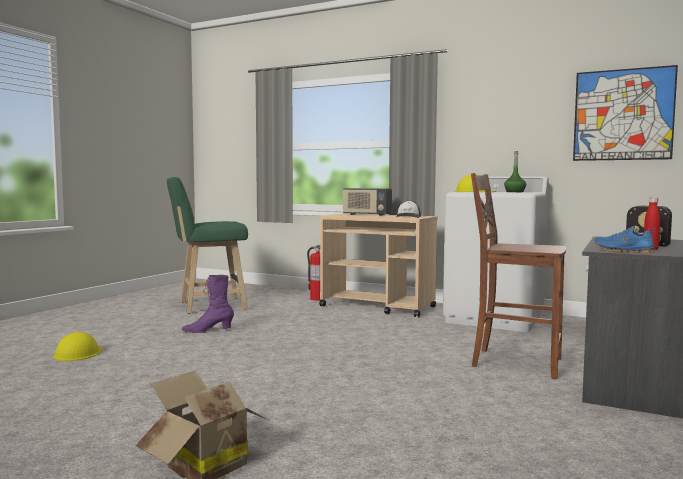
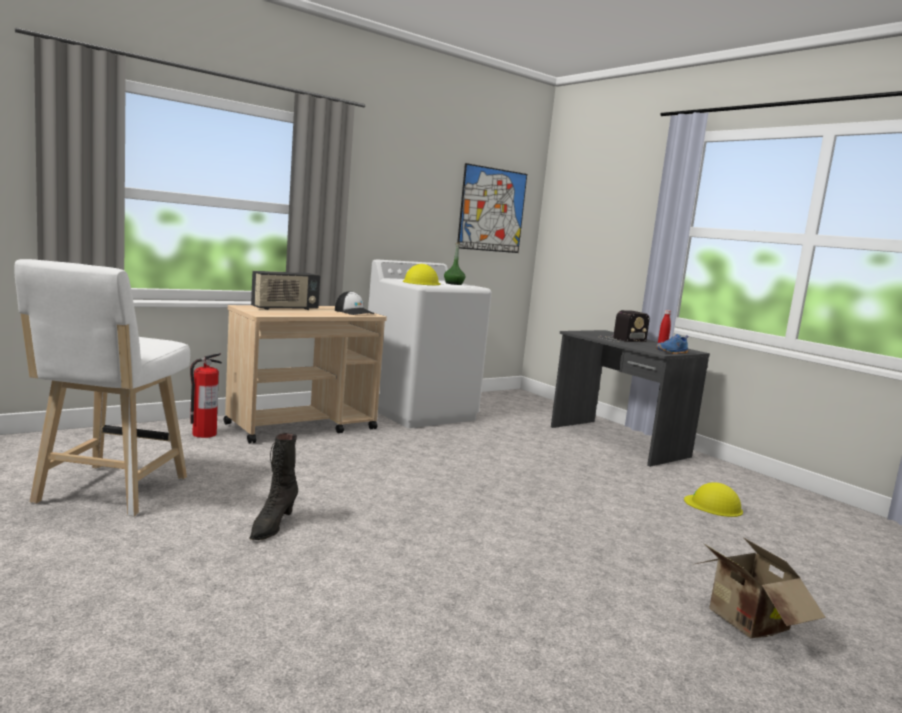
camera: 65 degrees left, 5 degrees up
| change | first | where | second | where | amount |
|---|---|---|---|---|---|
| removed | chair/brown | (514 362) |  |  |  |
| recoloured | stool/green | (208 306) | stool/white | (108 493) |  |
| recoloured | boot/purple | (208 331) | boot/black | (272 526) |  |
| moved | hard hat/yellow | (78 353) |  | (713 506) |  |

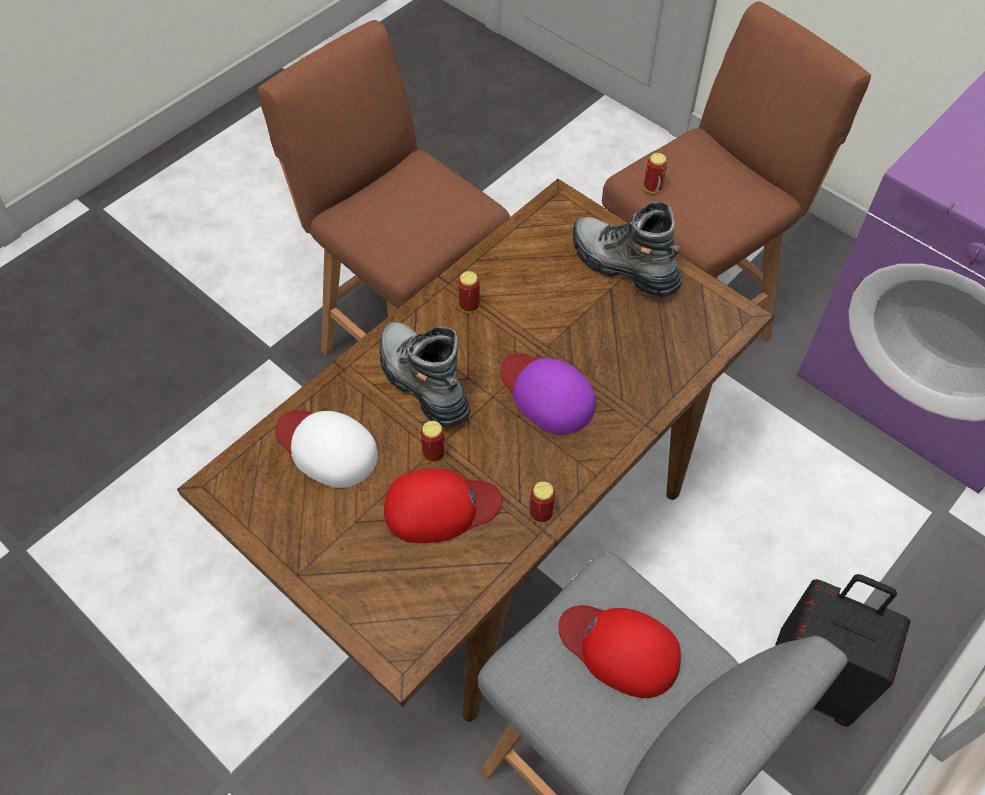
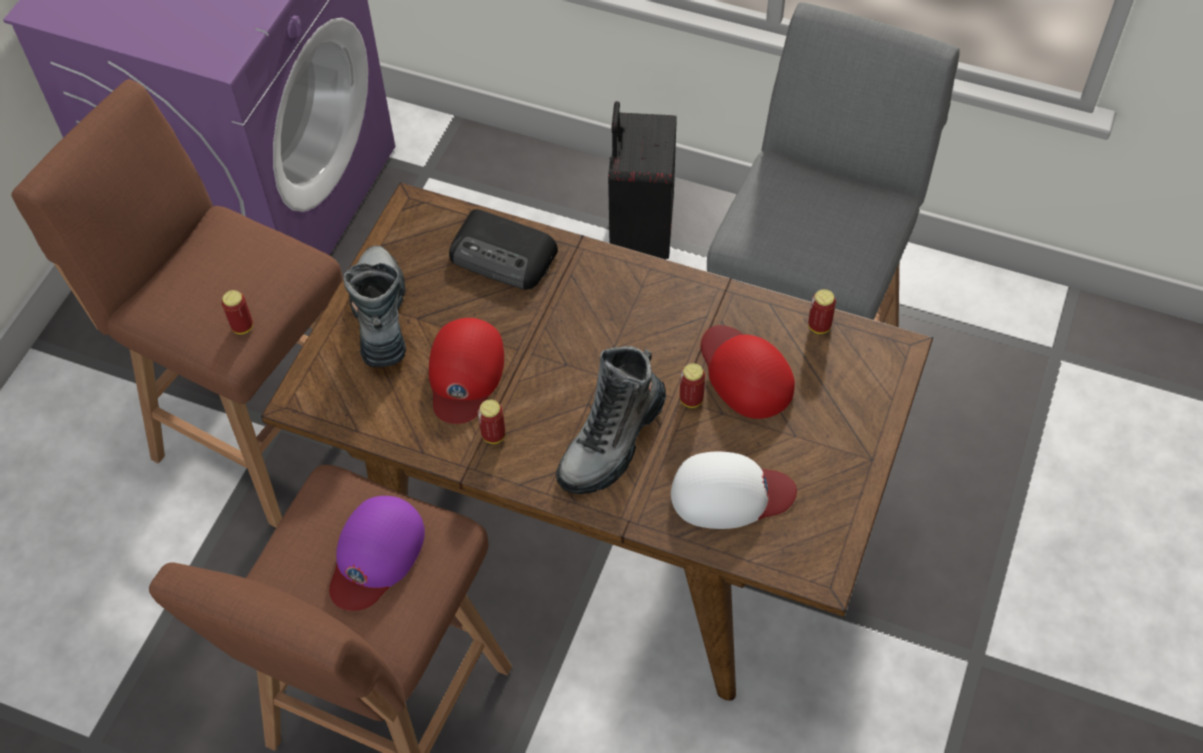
camera: 110 degrees left, 0 degrees up
| change | first | where | second | where | amount |
|---|---|---|---|---|---|
| turned | boot | (623 266) |  | (381 315) | 150 degrees clockwise |
| moved | cap/purple | (546 394) |  | (376 555) |  |
| turned | cap/white | (327 448) |  | (730 494) | 105 degrees counterclockwise |
| moved | can | (541 514) |  | (819 326) |  |
| moved | cap/red | (620 649) |  | (465 373) |  |
| added |  |  | radio | (504 256) |  |

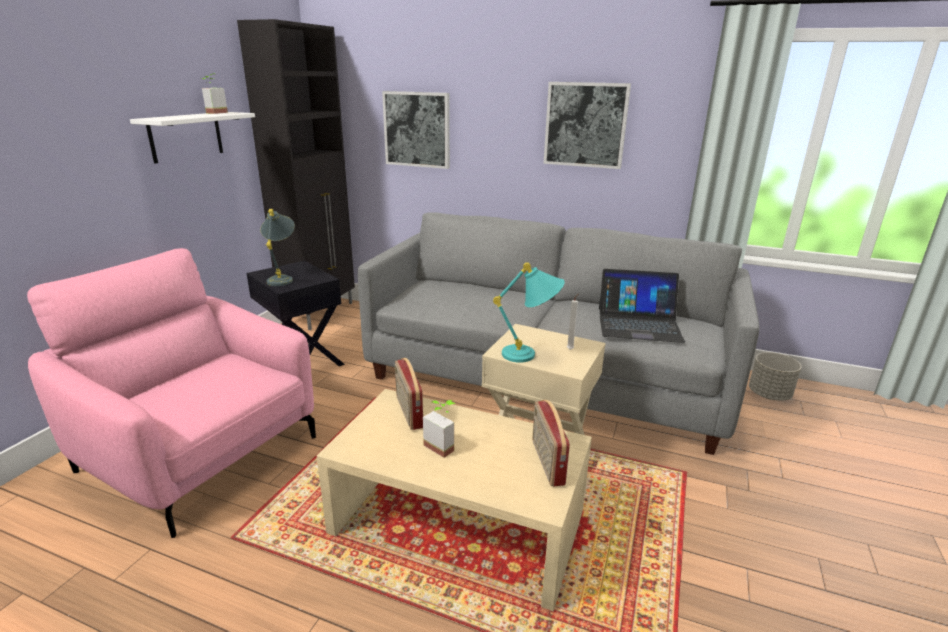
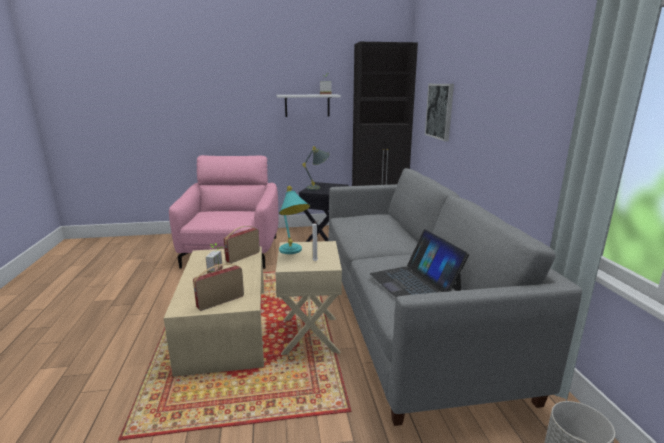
camera: 60 degrees right, 5 degrees down
| change | first | where | second | where | amount |
|---|---|---|---|---|---|
| removed | picture | (585 125) |  |  |  |

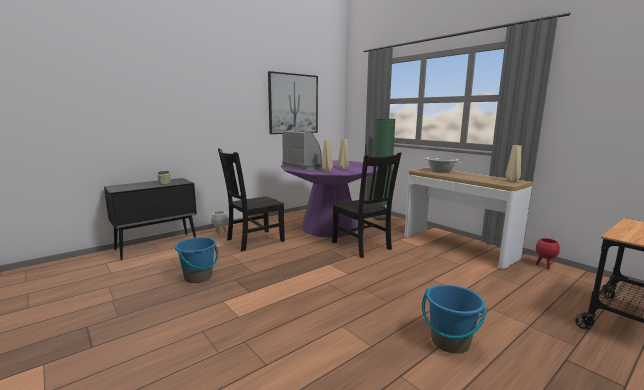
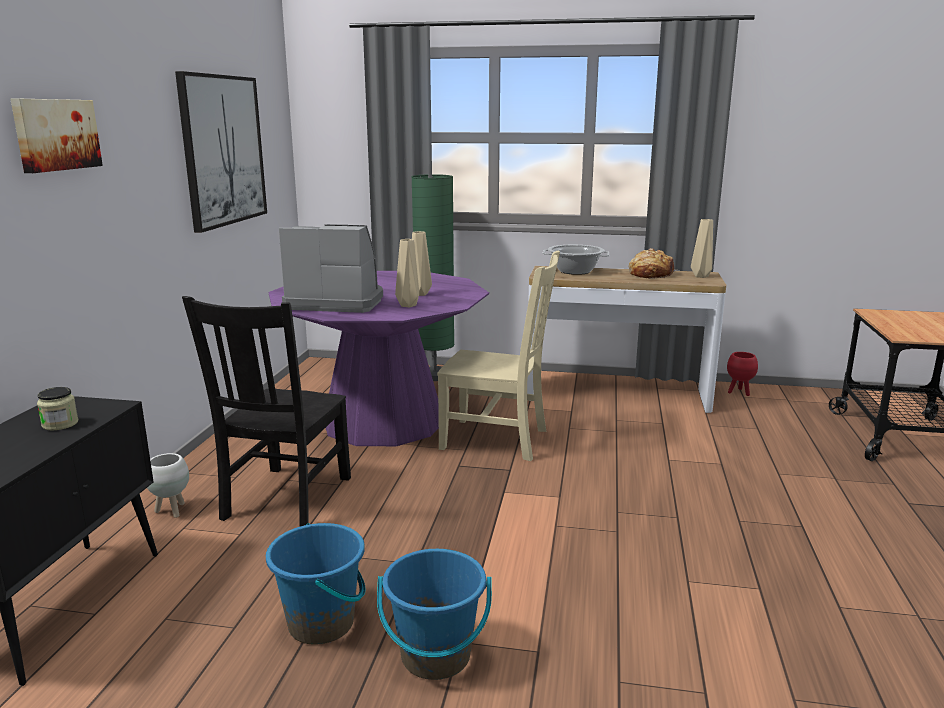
camera: 40 degrees left, 5 degrees up
| change | first | where | second | where | amount |
|---|---|---|---|---|---|
| recoloured | chair/black | (362 246) | chair/beige | (498 440) |  |
| moved | bucket/blue | (450 342) |  | (435 656) |  |
| added |  |  | picture | (55 134) |  |
| added |  |  | bread | (650 274) |  |

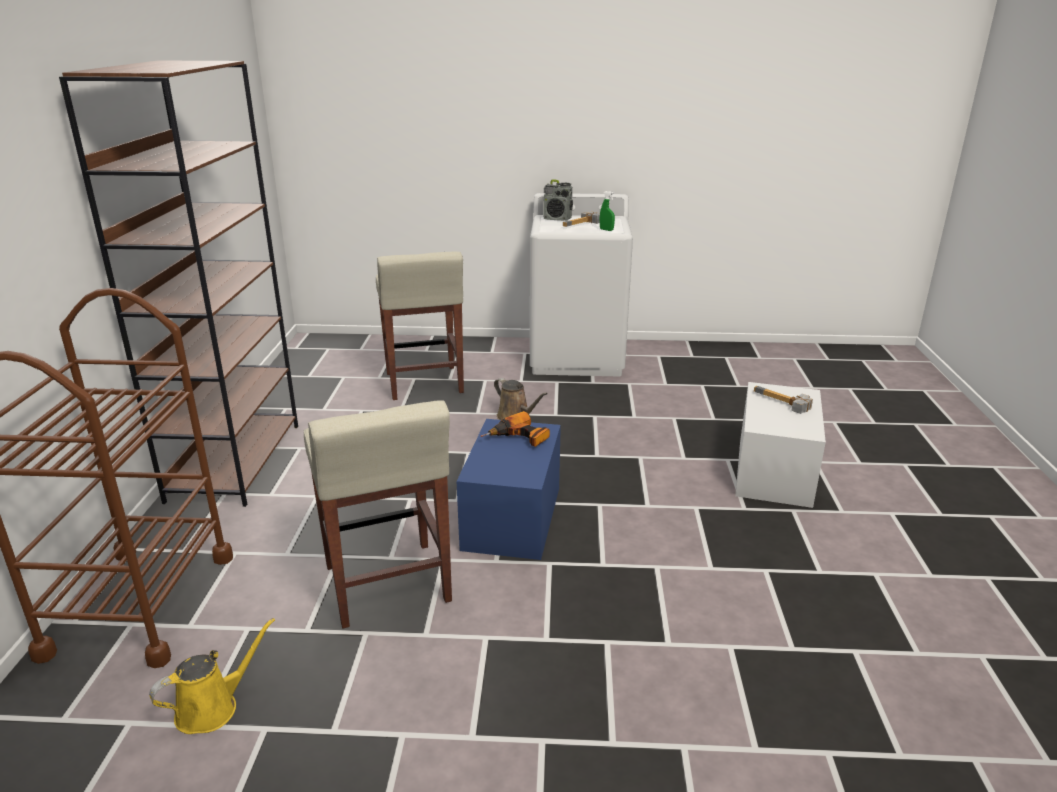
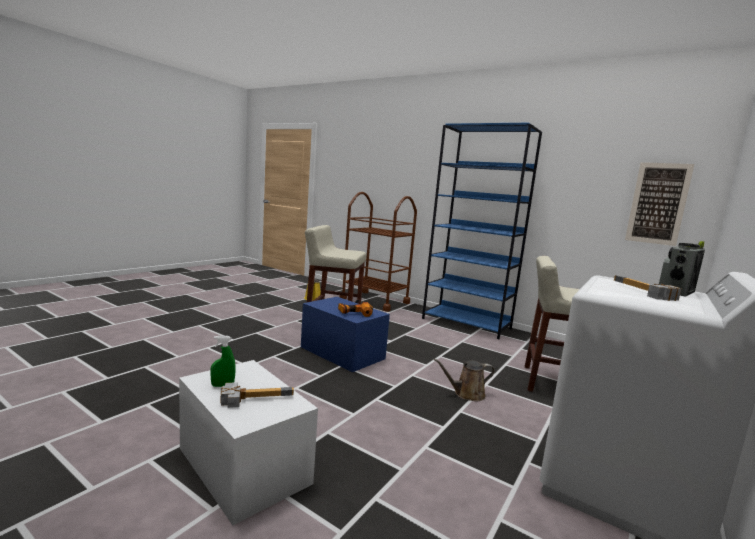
camera: 120 degrees right, 15 degrees down
| change | first | where | second | where | amount |
|---|---|---|---|---|---|
| recoloured | bookcase/brown | (235 461) | bookcase/blue | (467 323) |  |
| moved | spray bottle/green | (606 230) |  | (222 385) |  |
| added |  |  | picture | (658 203) |  |

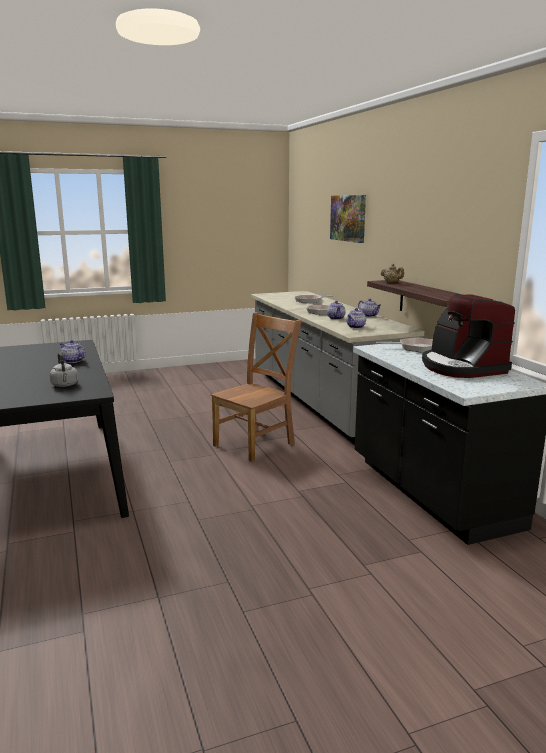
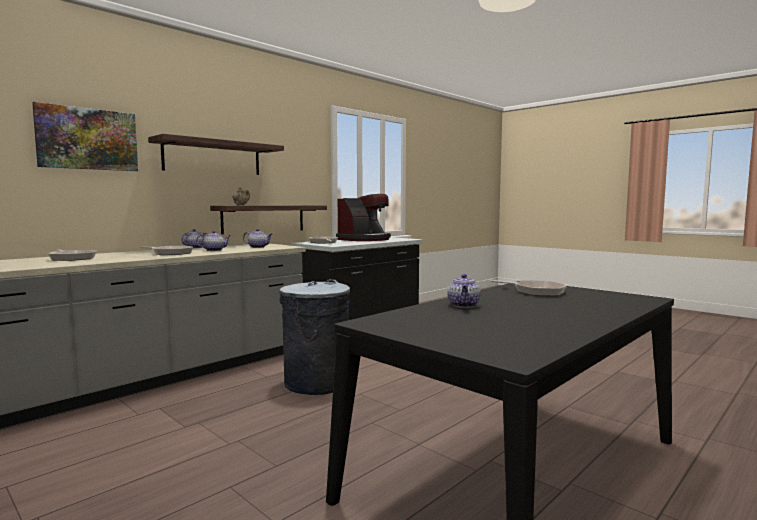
camera: 115 degrees left, 10 degrees down
| change | first | where | second | where | amount |
|---|---|---|---|---|---|
| replaced | chair/brown | (256 443) | trash can/grey | (316 383) |  |
| replaced | kettle/grey | (65 385) | frying pan | (536 291) |  |
| added |  |  | shelf | (213 158) |  |

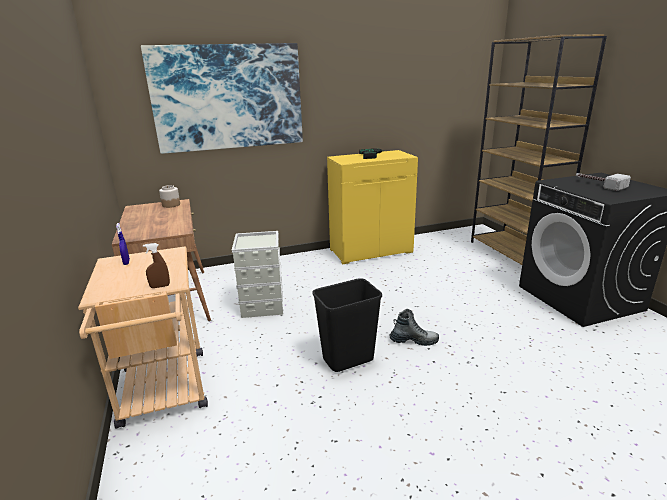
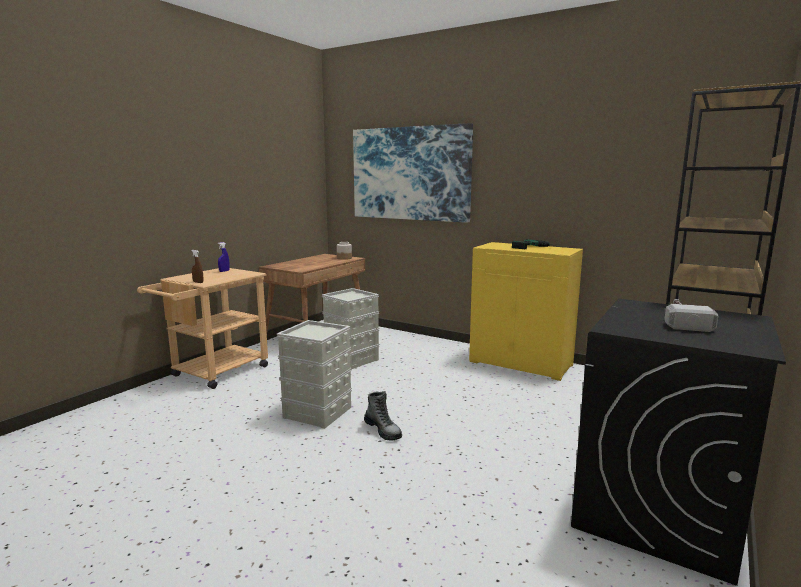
camera: 50 degrees right, 10 degrees down
| change | first | where | second | where | amount |
|---|---|---|---|---|---|
| replaced | trash can/black | (348 359) | storage box/grey | (318 412) |  |

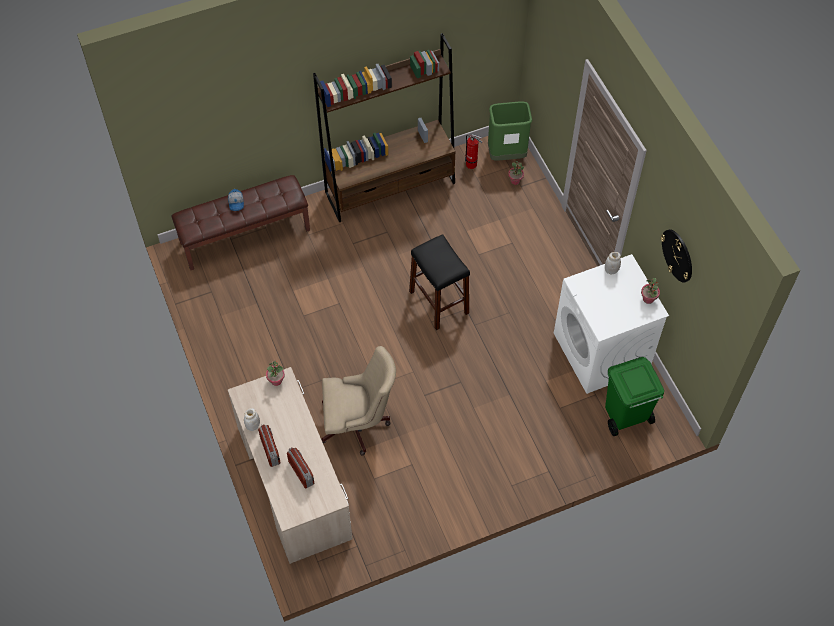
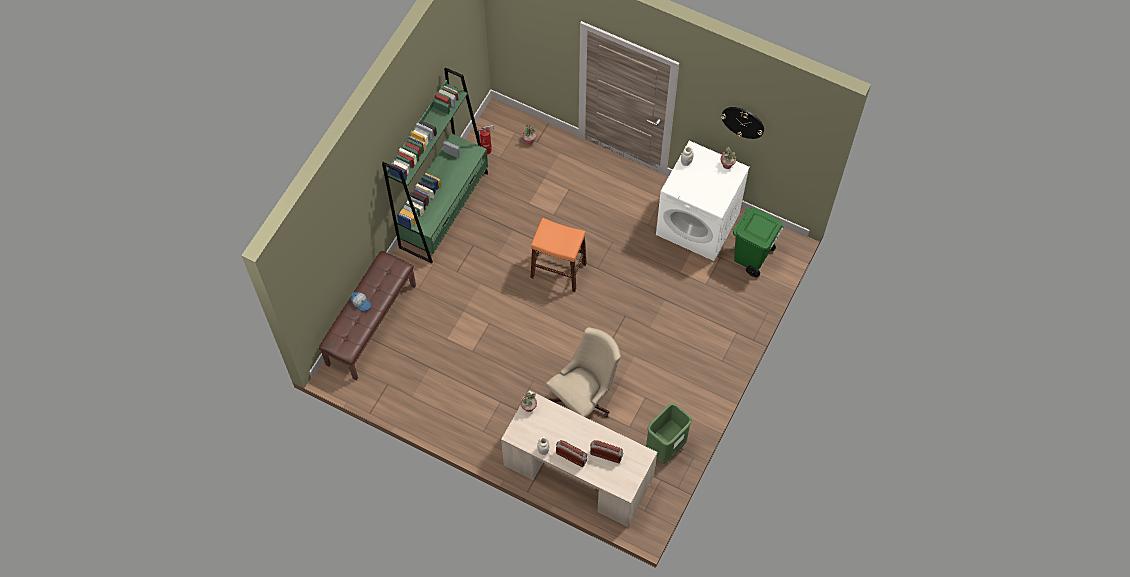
camera: 40 degrees left, 5 degrees up
| change | first | where | second | where | amount |
|---|---|---|---|---|---|
| recoloured | bookcase/brown | (390 187) | bookcase/green | (444 209) |  |
| moved | trash can/green | (506 155) |  | (665 447) |  |
| recoloured | stool/black | (439 302) | stool/orange | (558 270) |  |

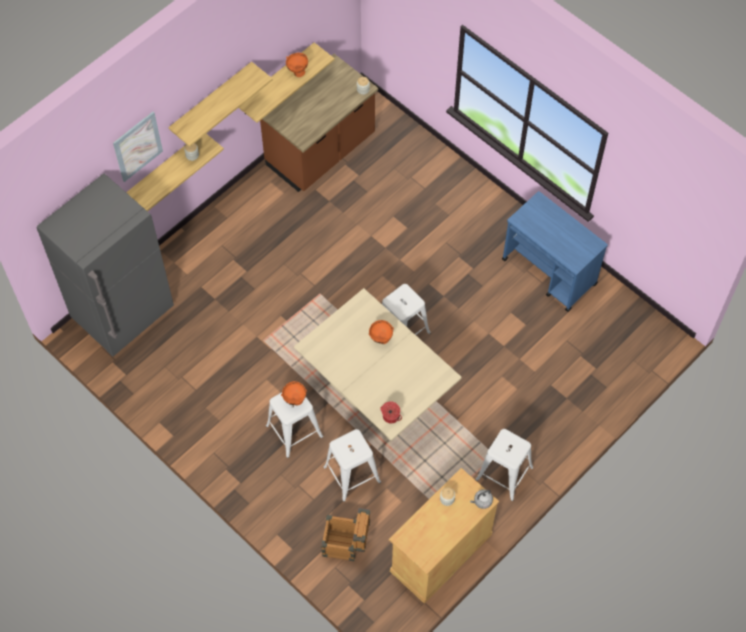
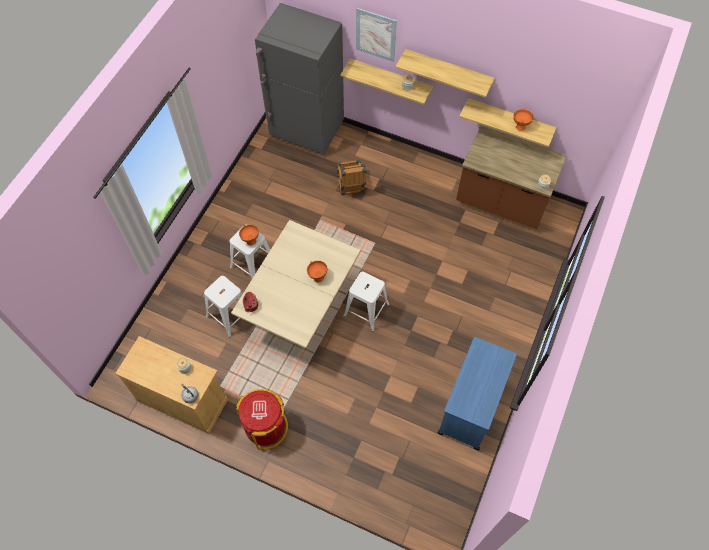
camera: 70 degrees right, 0 degrees up
| change | first | where | second | where | amount |
|---|---|---|---|---|---|
| replaced | stool/white | (504 473) | trash can/red | (266 427) |  |
| moved | crate | (346 545) |  | (351 187) |  |

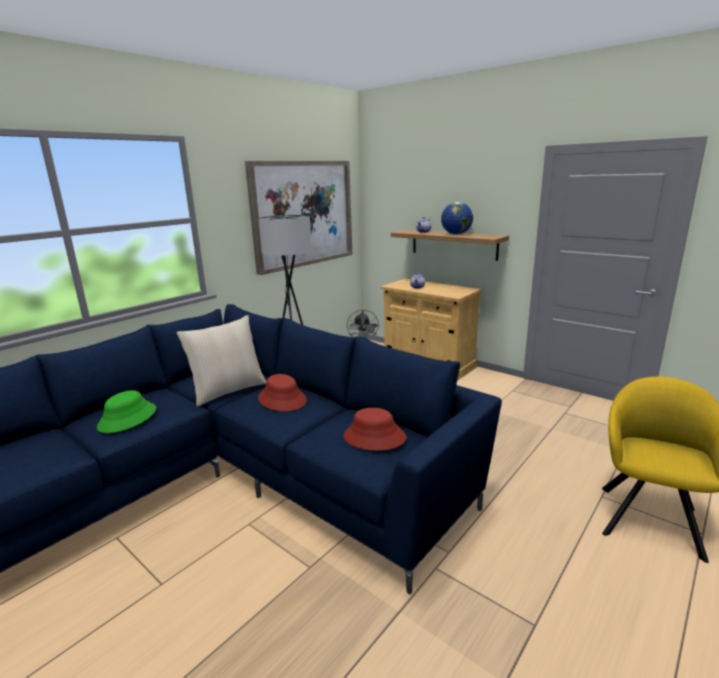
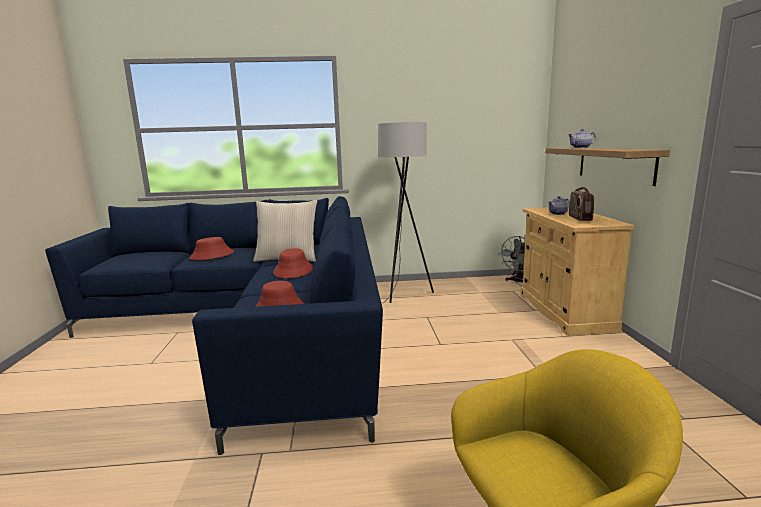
camera: 45 degrees right, 5 degrees down
| change | first | where | second | where | amount |
|---|---|---|---|---|---|
| removed | picture | (303 214) |  |  |  |
| removed | globe | (456 234) |  |  |  |
| recoloured | hat/green | (127 418) | hat/red | (212 255) |  |
| added |  |  | radio | (579 218) |  |

